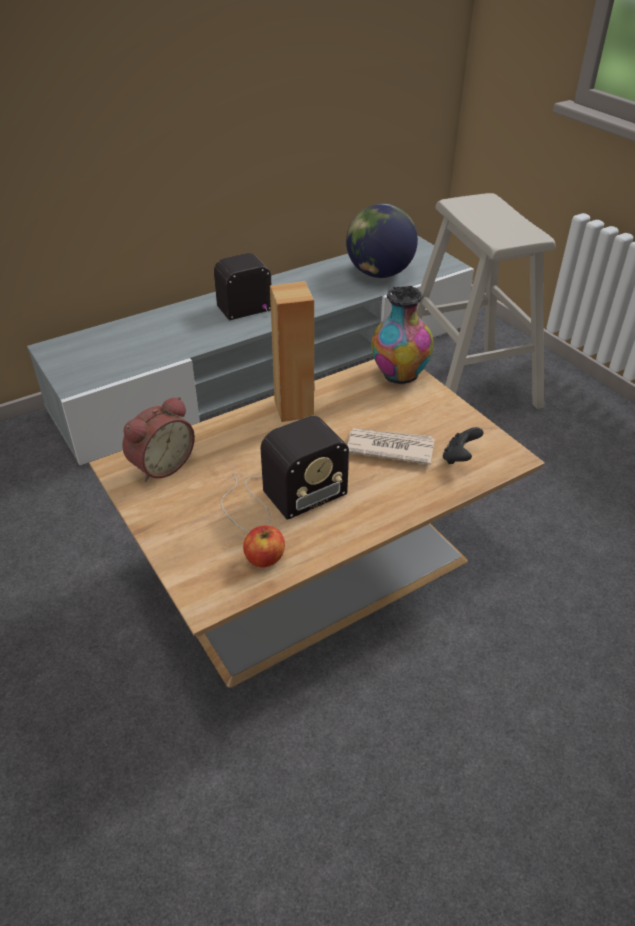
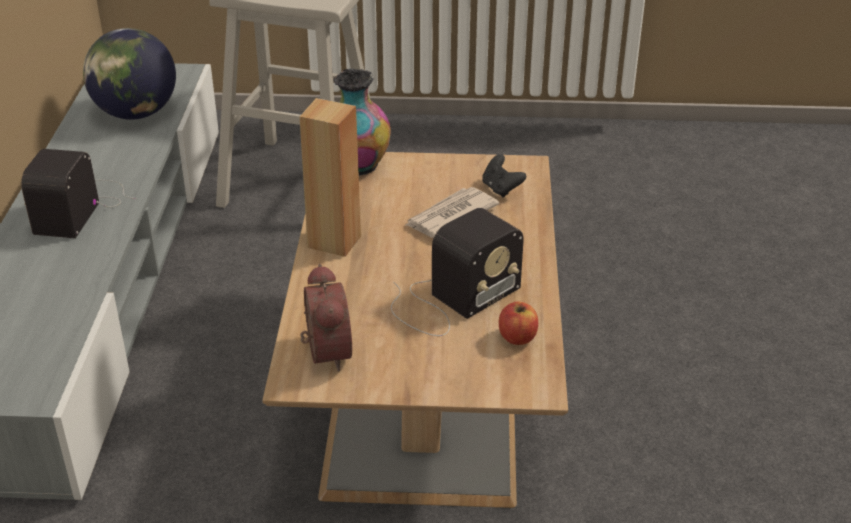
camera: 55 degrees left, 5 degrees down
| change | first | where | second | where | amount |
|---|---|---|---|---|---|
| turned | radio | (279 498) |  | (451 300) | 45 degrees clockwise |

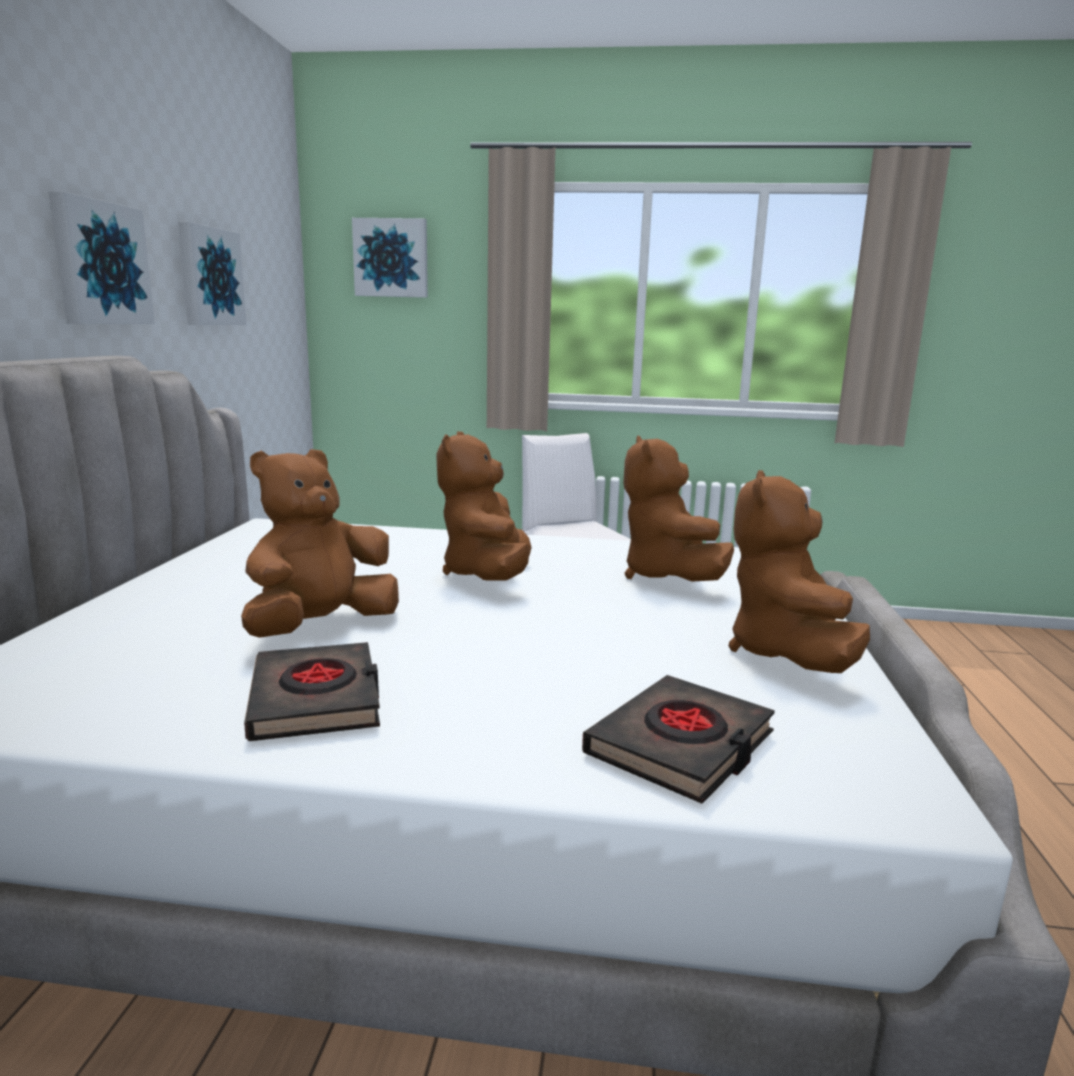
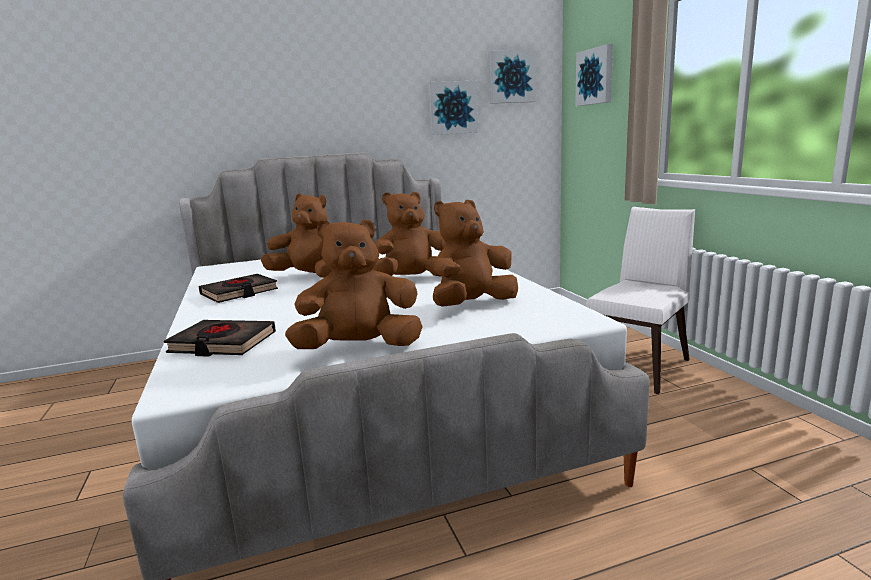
camera: 65 degrees right, 0 degrees up
| change | first | where | second | where | amount |
|---|---|---|---|---|---|
| moved | picture | (99 263) |  | (511 77) |  |

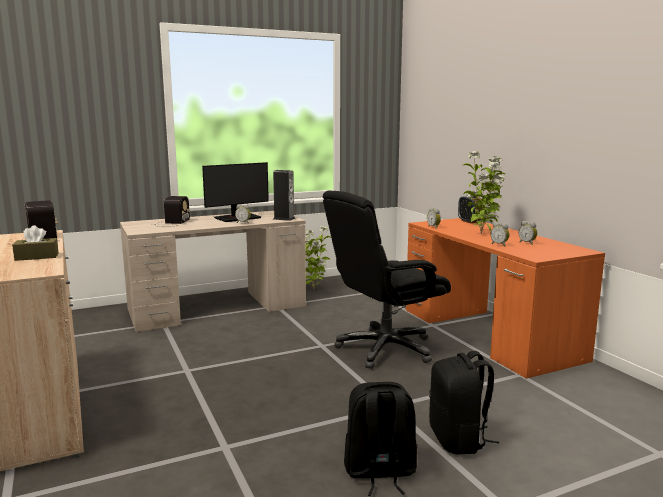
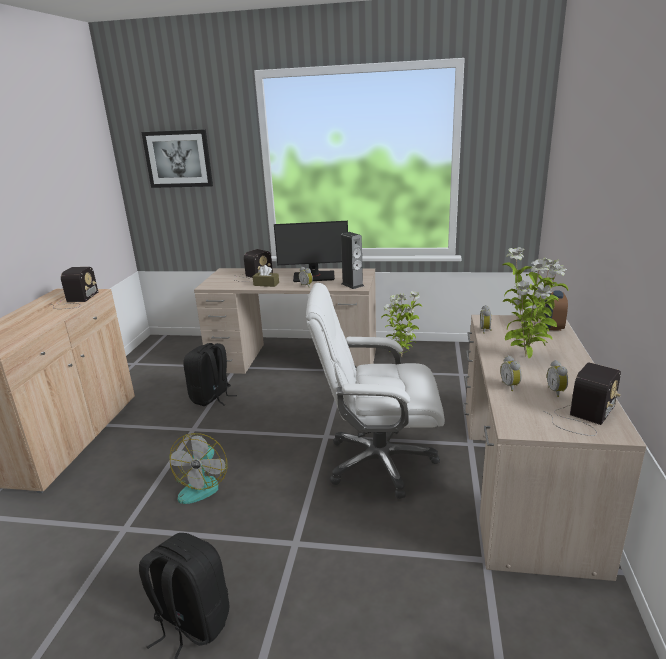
camera: 35 degrees right, 10 degrees up
| change | first | where | second | where | amount |
|---|---|---|---|---|---|
| recoloured | office chair/black | (384 349) | office chair/white | (378 462) |  |
| recoloured | desk/orange | (488 333) | desk/beige | (523 478) |  |
| moved | tissue box/brown | (37 257) |  | (266 284) |  |
| moved | backpack/black | (458 440) |  | (211 397) |  |
| added |  |  | picture | (178 159) |  |
| added |  |  | radio | (583 416) |  |
| added |  |  | fan | (202 484) |  |

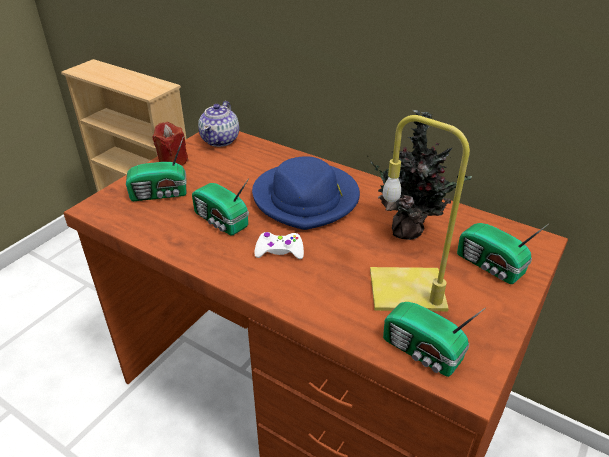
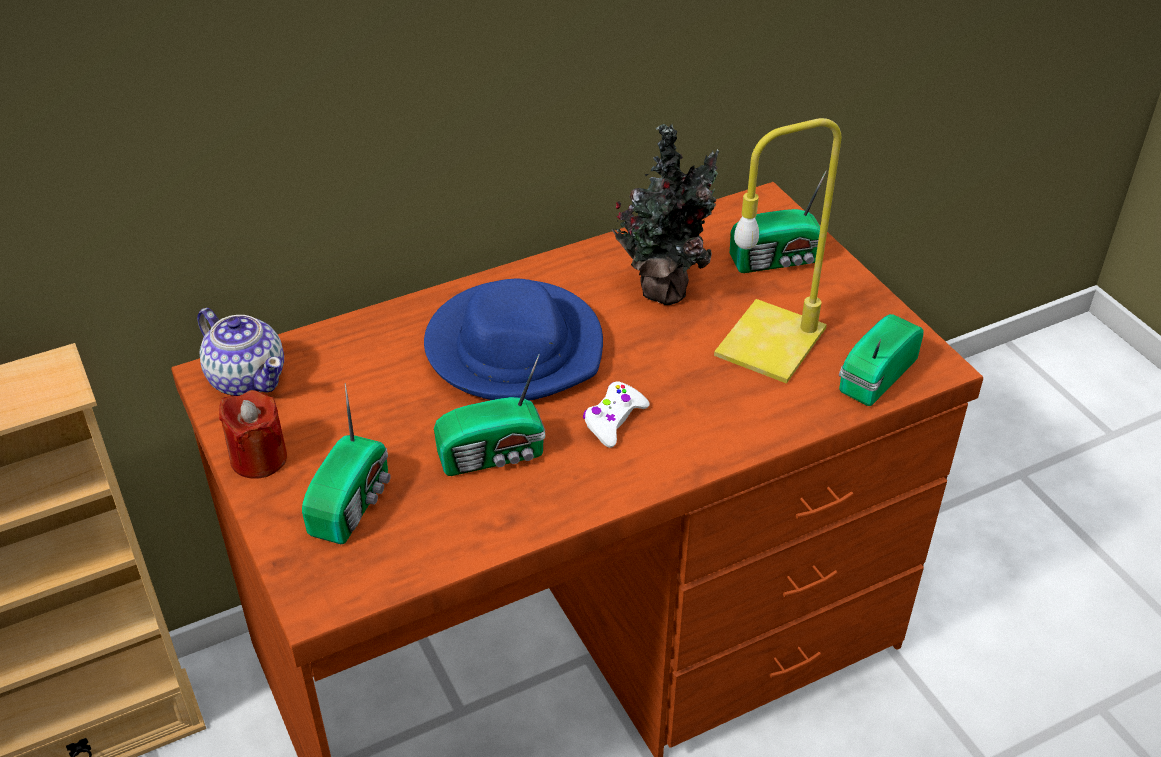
camera: 60 degrees left, 5 degrees up
| change | first | where | second | where | amount |
|---|---|---|---|---|---|
| turned | radio | (423 352) |  | (874 376) | 150 degrees clockwise |

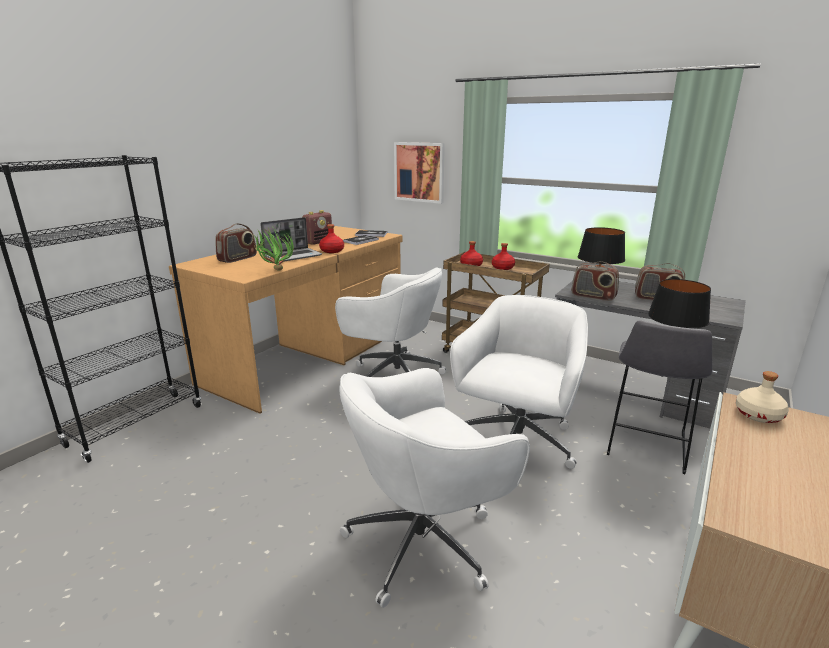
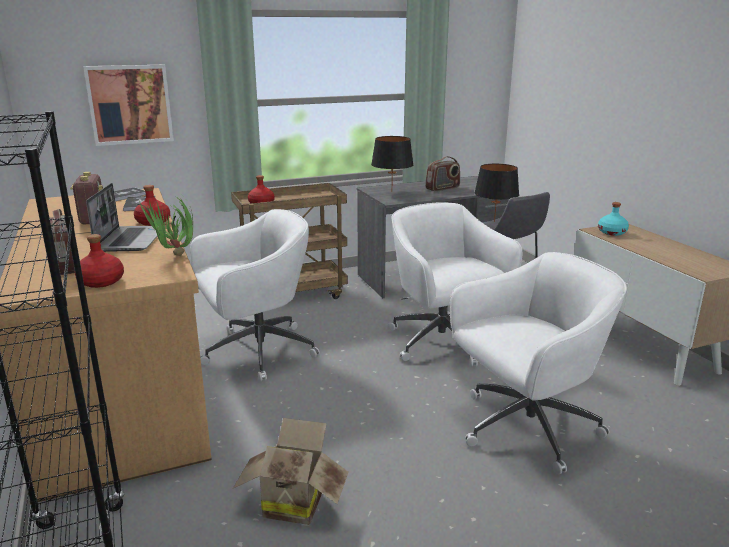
camera: 55 degrees left, 0 degrees up
| change | first | where | second | where | amount |
|---|---|---|---|---|---|
| moved | bottle/red | (502 268) |  | (100 281) |  |
| removed | radio | (593 296) |  |  |  |
| turned | office chair/white | (425 541) |  | (524 428) | 120 degrees counterclockwise |
| recoloured | bottle/beige | (759 415) | bottle/turquoise | (612 232) |  |
| added |  |  | cardboard box | (293 502) |  |

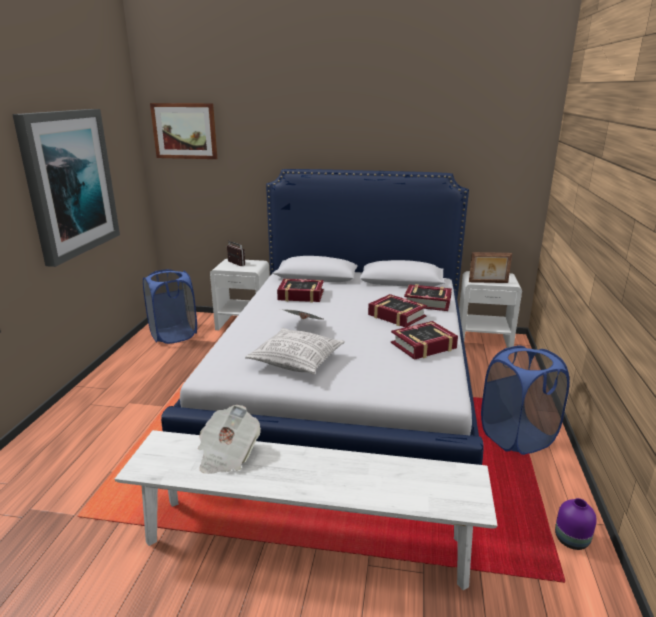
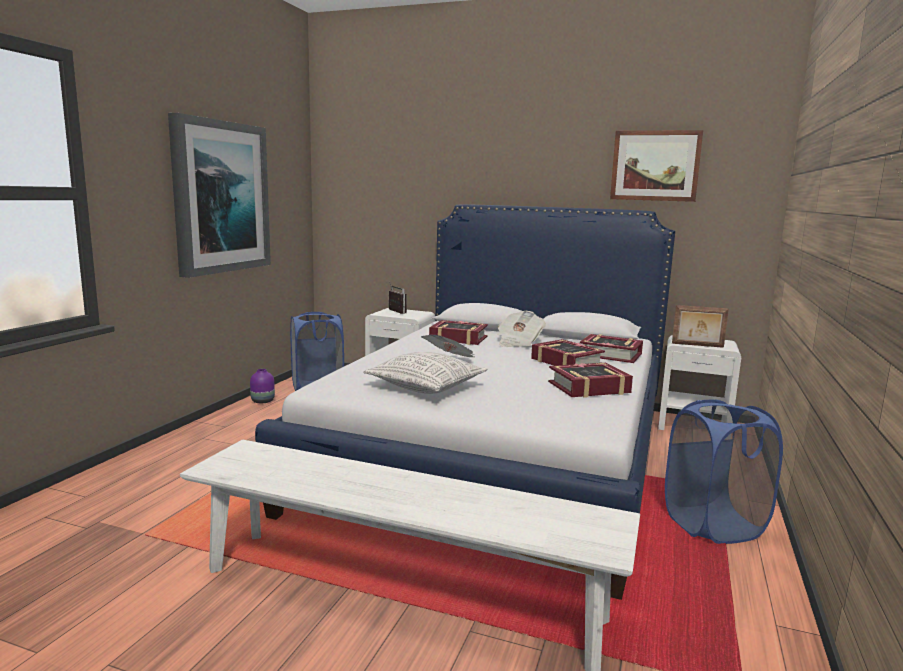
camera: 10 degrees right, 10 degrees down
| change | first | where | second | where | amount |
|---|---|---|---|---|---|
| moved | picture | (184 131) |  | (655 166) |  |
| moved | newspaper | (227 454) |  | (518 342) |  |
| moved | vase/purple | (571 539) |  | (263 401) |  |

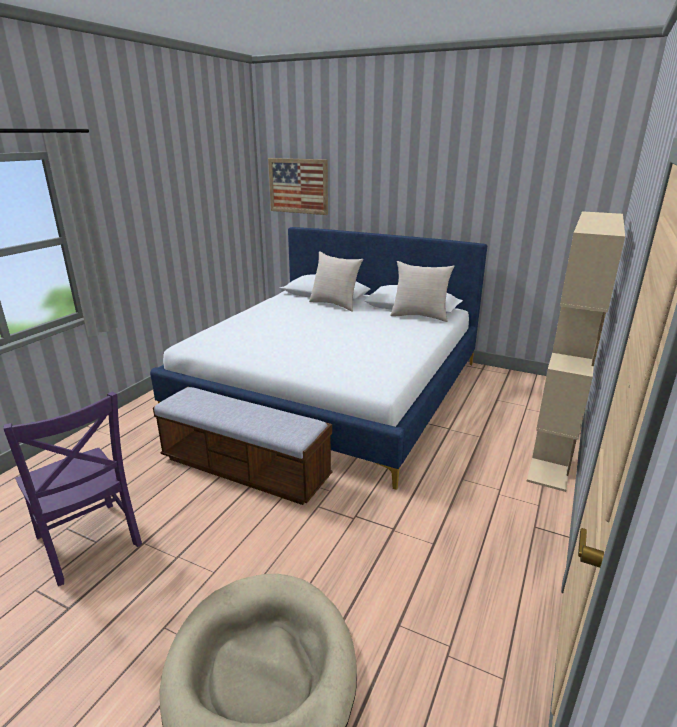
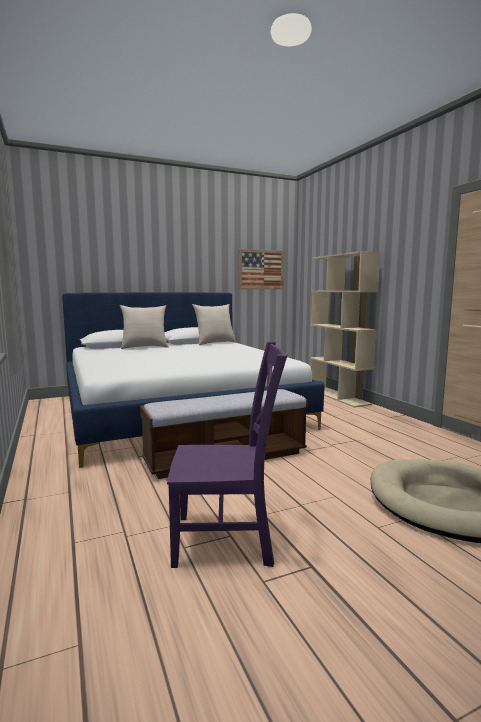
camera: 50 degrees left, 15 degrees down
| change | first | where | second | where | amount |
|---|---|---|---|---|---|
| moved | picture | (298 186) |  | (261 269) |  |

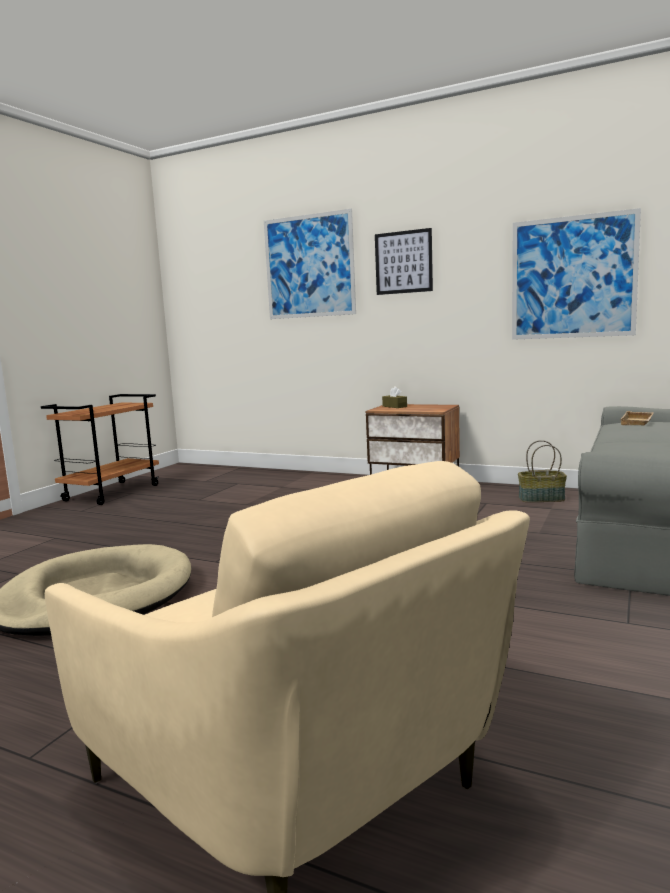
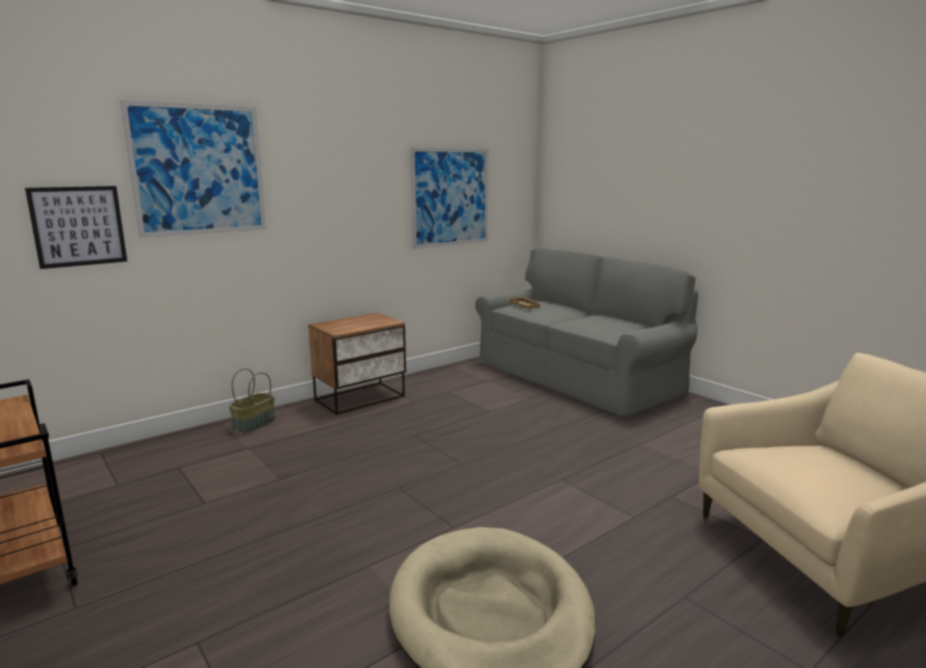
camera: 65 degrees left, 5 degrees up
| change | first | where | second | where | amount |
|---|---|---|---|---|---|
| moved | picture | (403 262) |  | (78 226) |  |
| removed | tissue box/brown | (394 406) |  |  |  |
| moved | basket | (541 499) |  | (254 424) |  |

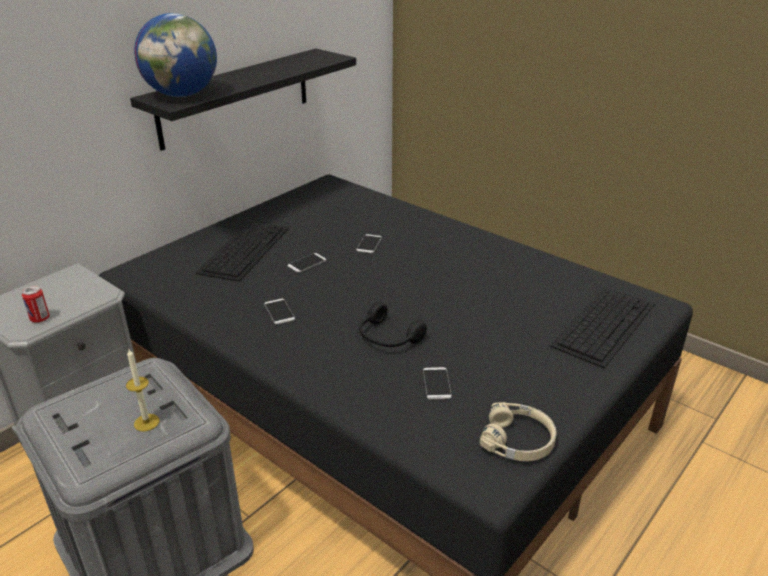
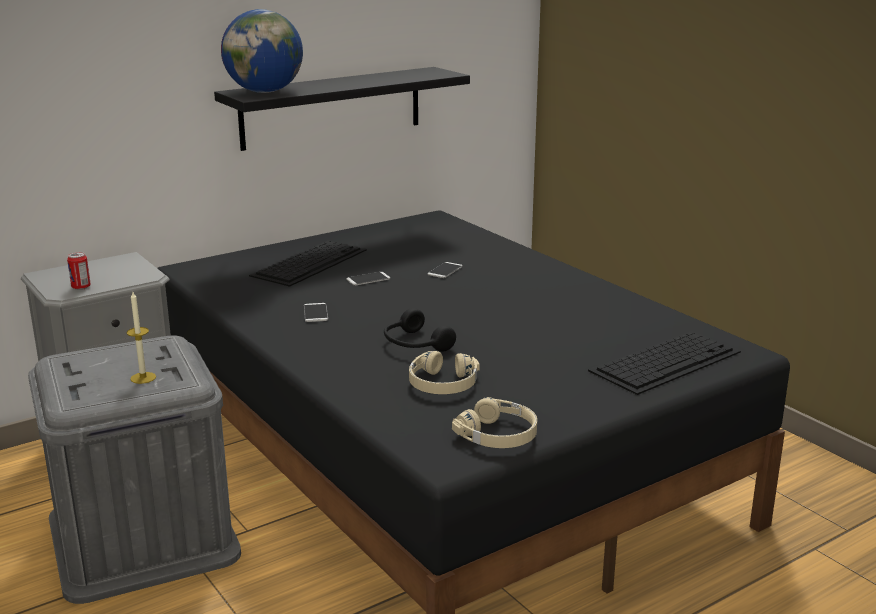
camera: 15 degrees right, 10 degrees down
| change | first | where | second | where | amount |
|---|---|---|---|---|---|
| replaced | phone | (437 383) | headphones/beige | (442 384) |  |

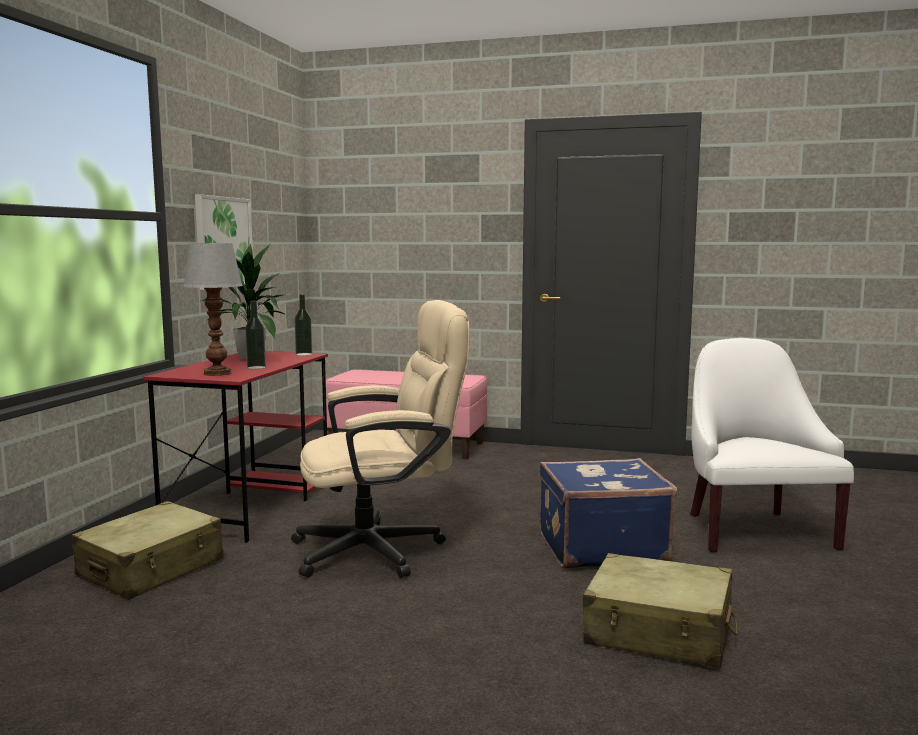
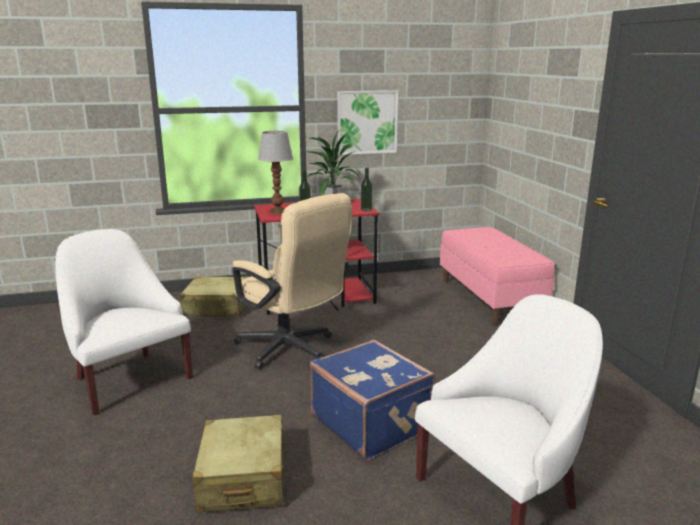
camera: 60 degrees right, 10 degrees up
| change | first | where | second | where | amount |
|---|---|---|---|---|---|
| added |  |  | armchair/white | (128 379) |  |

